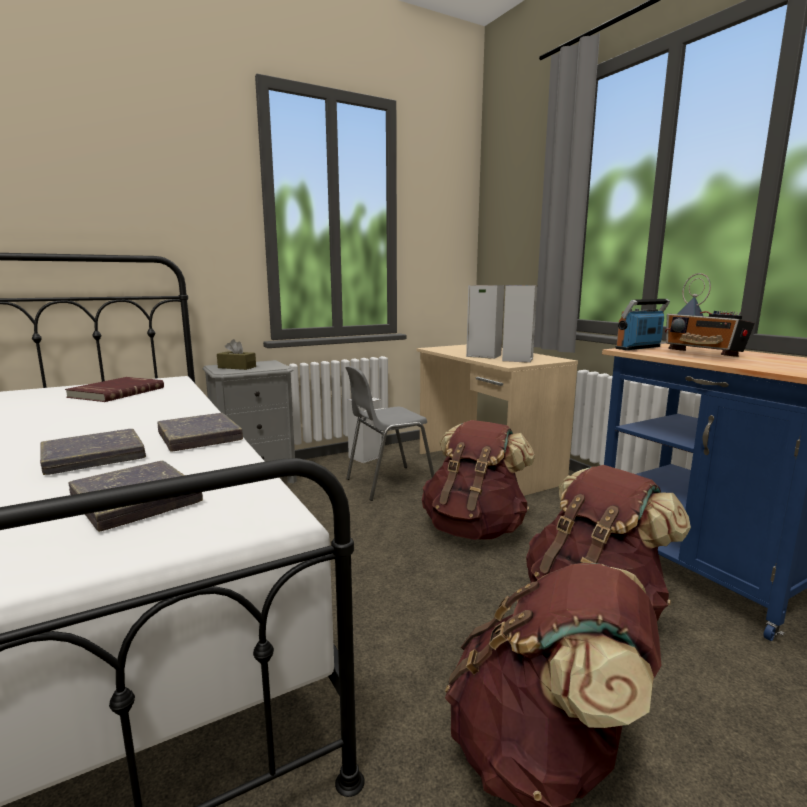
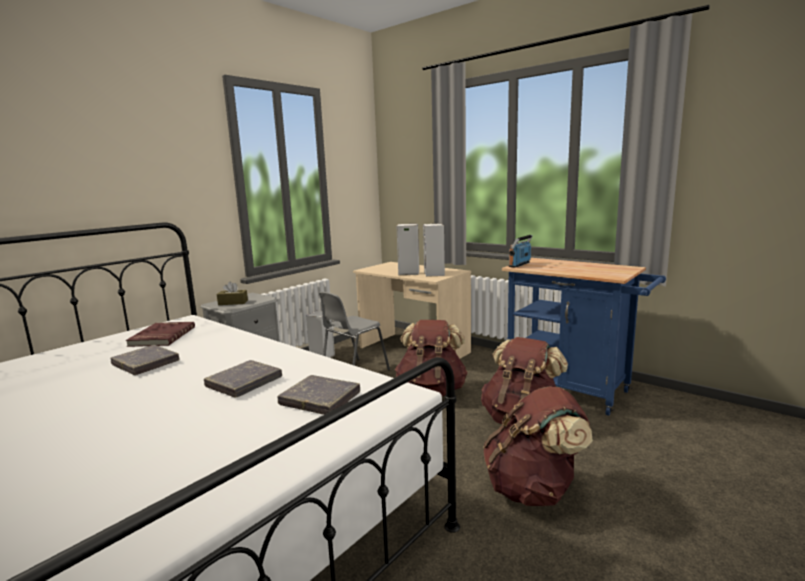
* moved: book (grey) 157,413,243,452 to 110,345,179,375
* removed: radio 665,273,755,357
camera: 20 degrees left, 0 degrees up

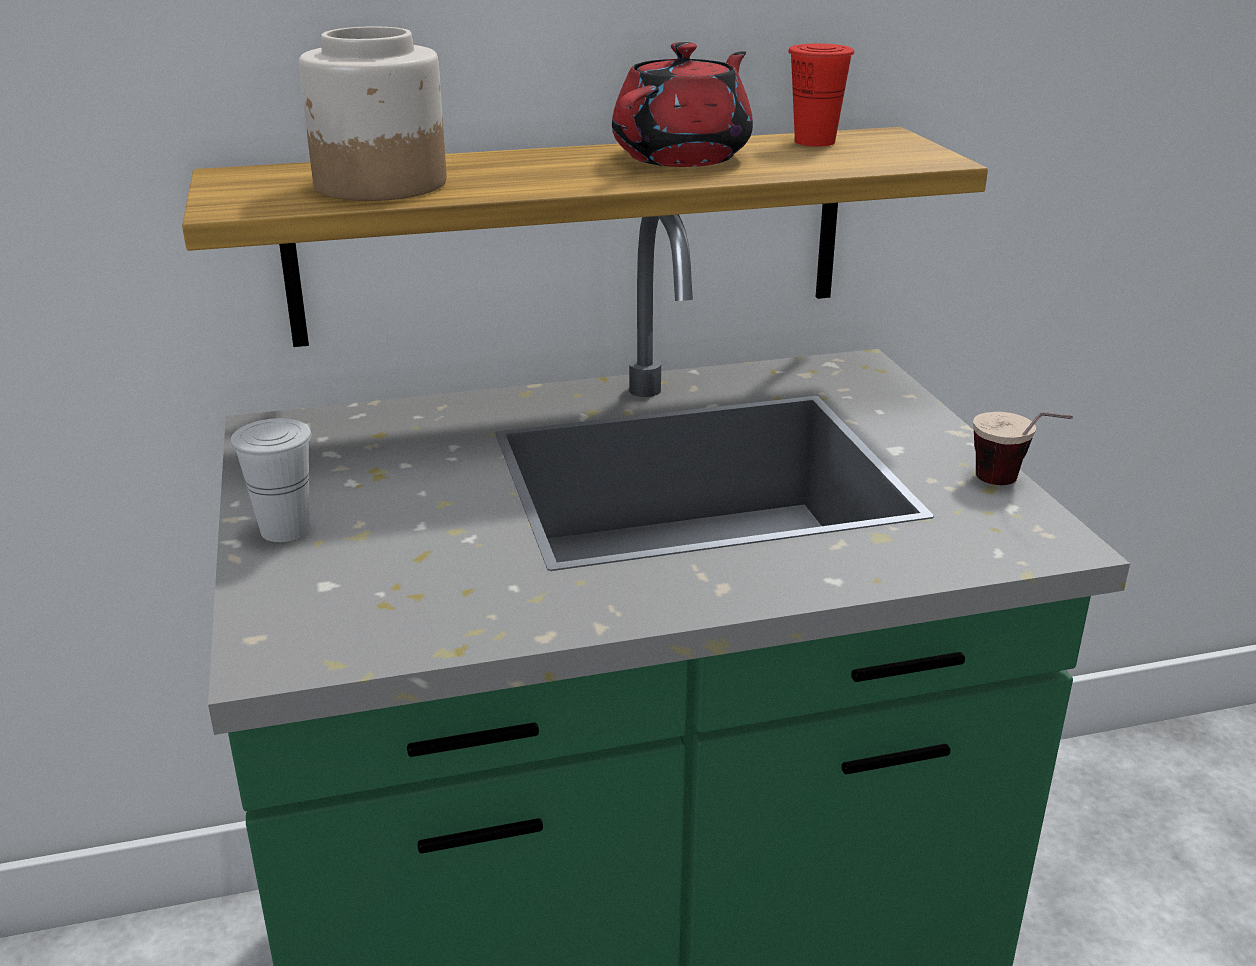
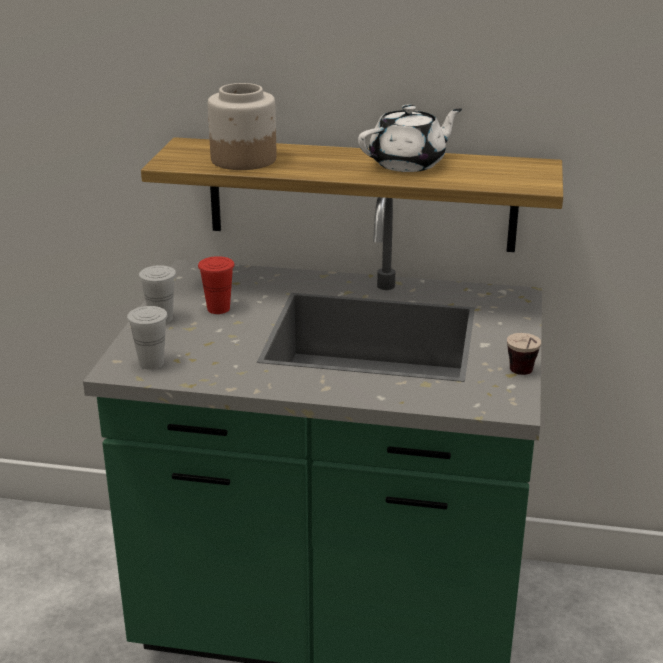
* added: cup (white) 127,306,168,370
* moved: cup (red) 788,43,854,147 to 198,256,234,314
* recoloured: teapot (red) 612,42,753,167 to teapot (white) 358,105,462,172
camera: 25 degrees right, 0 degrees up

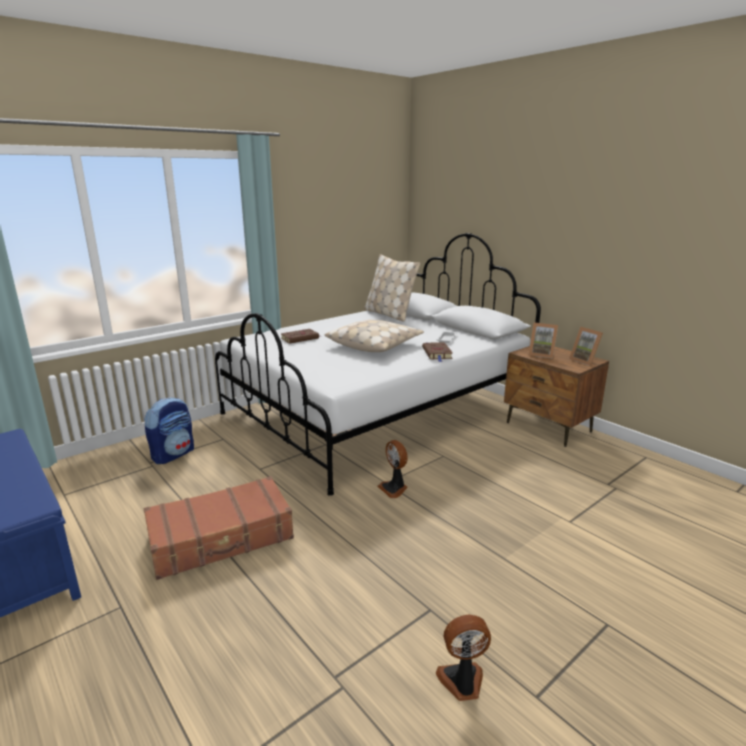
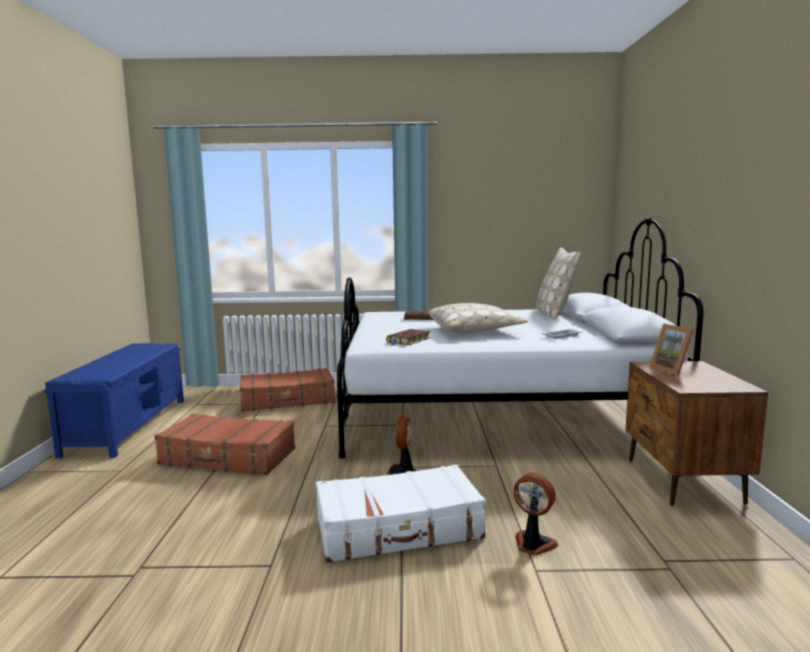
* replaced: backpack 144,397,194,464 to suitcase (brown) 240,368,335,412
* added: suitcase (white) 316,464,486,563
* moved: book (brown) 422,342,453,362 to 386,329,431,346
* moved: fan 436,615,491,701 to 513,473,558,556
* removed: picture frame 569,327,603,366
camera: 40 degrees right, 10 degrees down

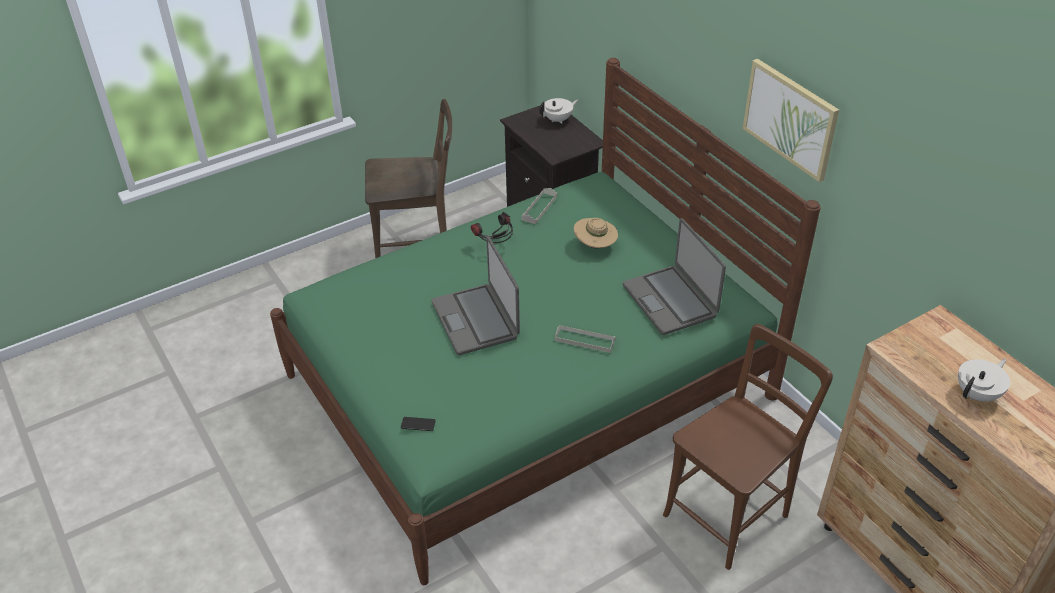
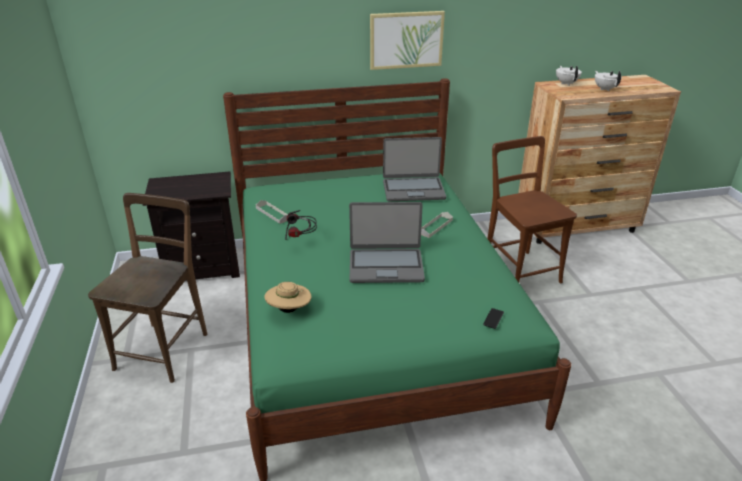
* moved: hat (beige) 574,218,618,248 to 264,282,311,313
* moved: teapot (white) 539,98,578,124 to 556,66,582,86
camera: 70 degrees left, 10 degrees down

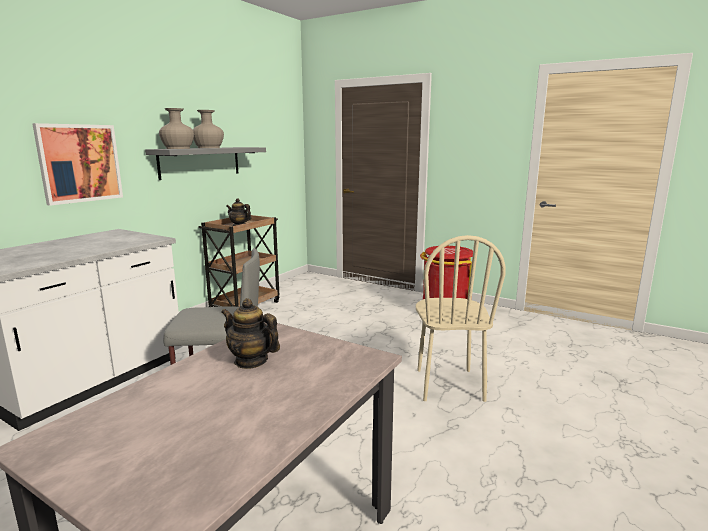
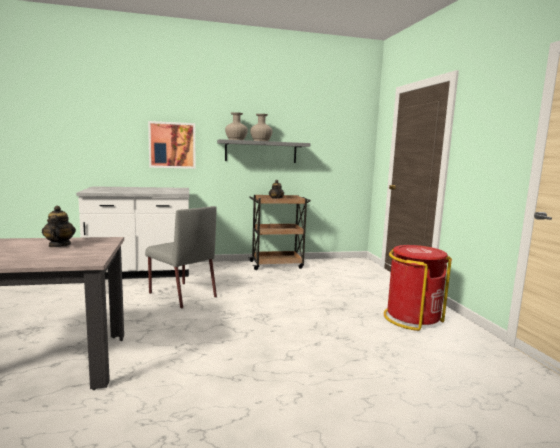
* removed: chair (beige) 416,235,505,402
camera: 45 degrees right, 5 degrees down

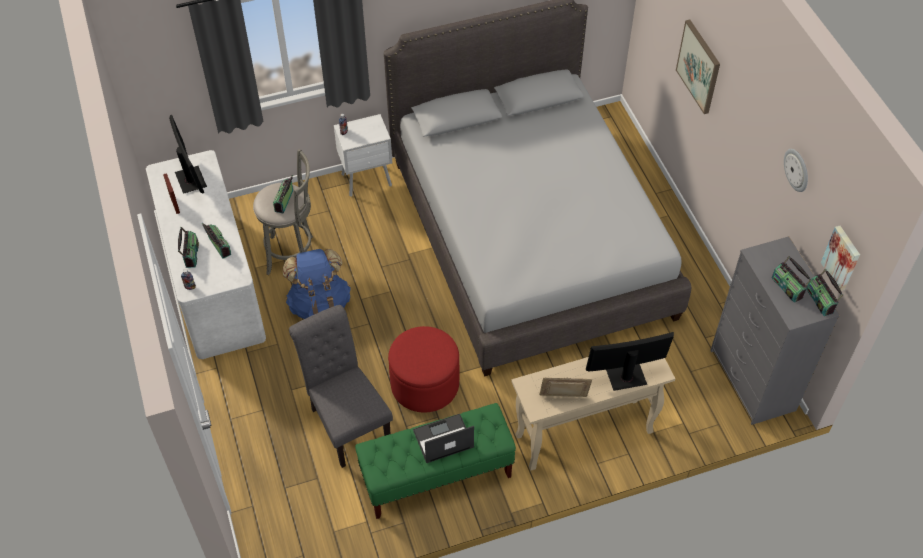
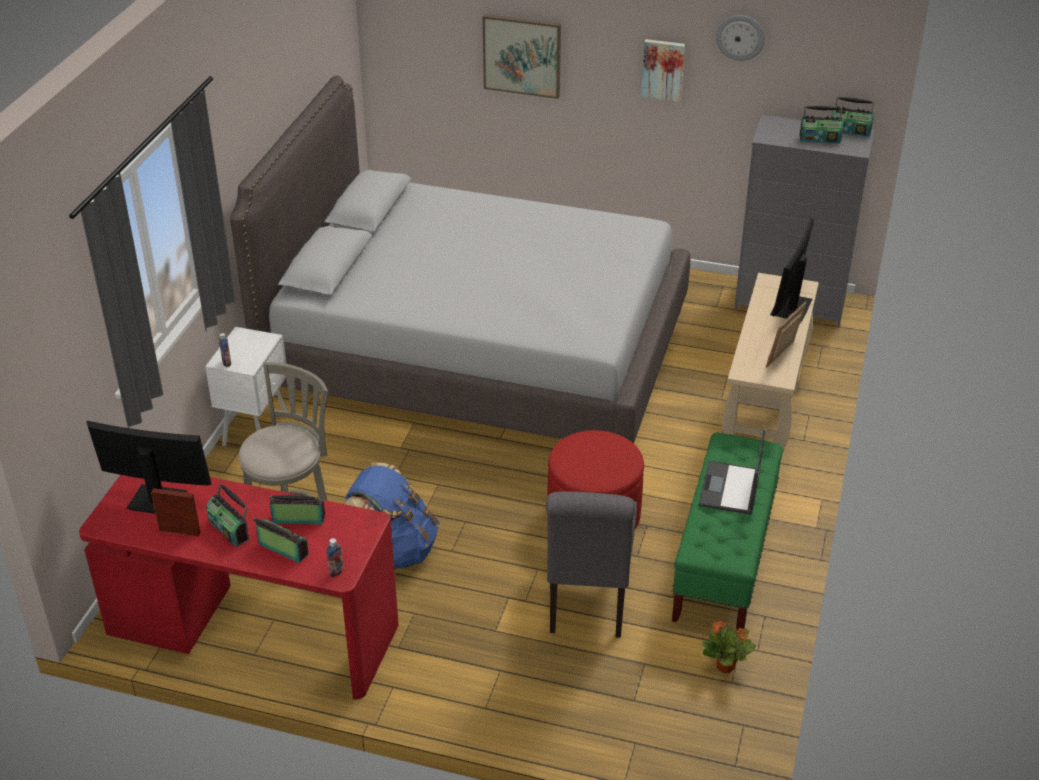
* recoloured: desk (white) 146,150,266,359 to desk (red) 79,475,399,700
* moved: radio 273,175,293,214 to 206,483,249,547
* turned: chair (grey) 289,305,393,468 = 546,491,637,638 90 degrees counterclockwise
* moved: picture 821,226,860,291 to 641,39,685,102
* added: potted plant 702,620,756,673
camera: 55 degrees left, 15 degrees down

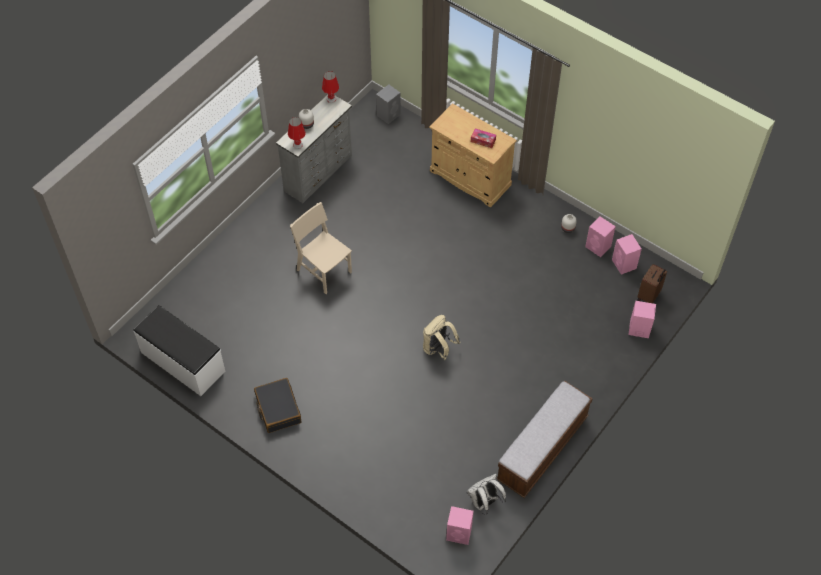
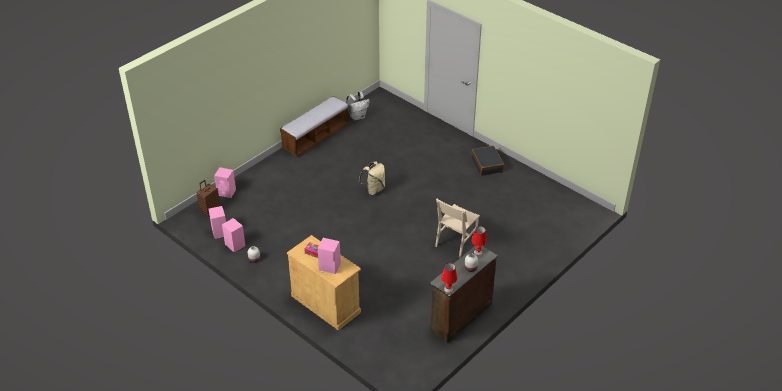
* moved: speaker (pink) 446,506,474,545 to 318,238,341,274
* recoloured: dresser (grey) 276,95,352,203 to dresser (brown) 430,246,498,343
* turned: chair (beige) 290,202,352,294 = 435,199,480,257 75 degrees clockwise
* removed: bench (white) 134,305,225,396
* removed: speaker (grey) 376,84,401,124
camera: 175 degrees left, 15 degrees down

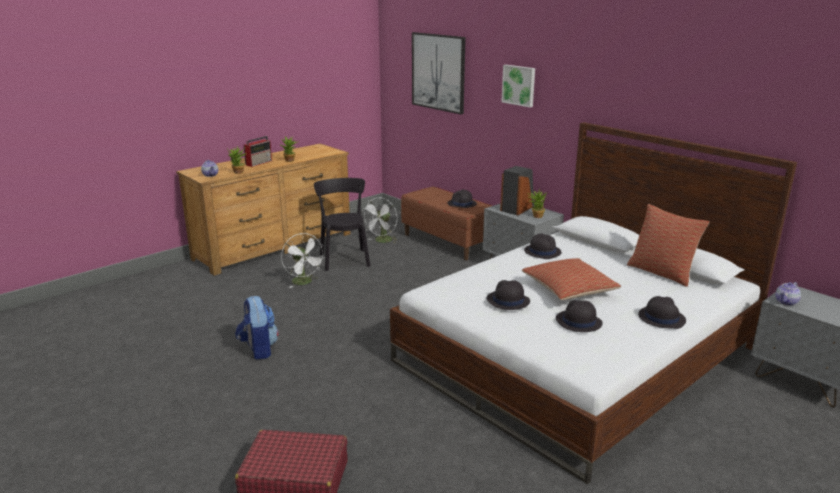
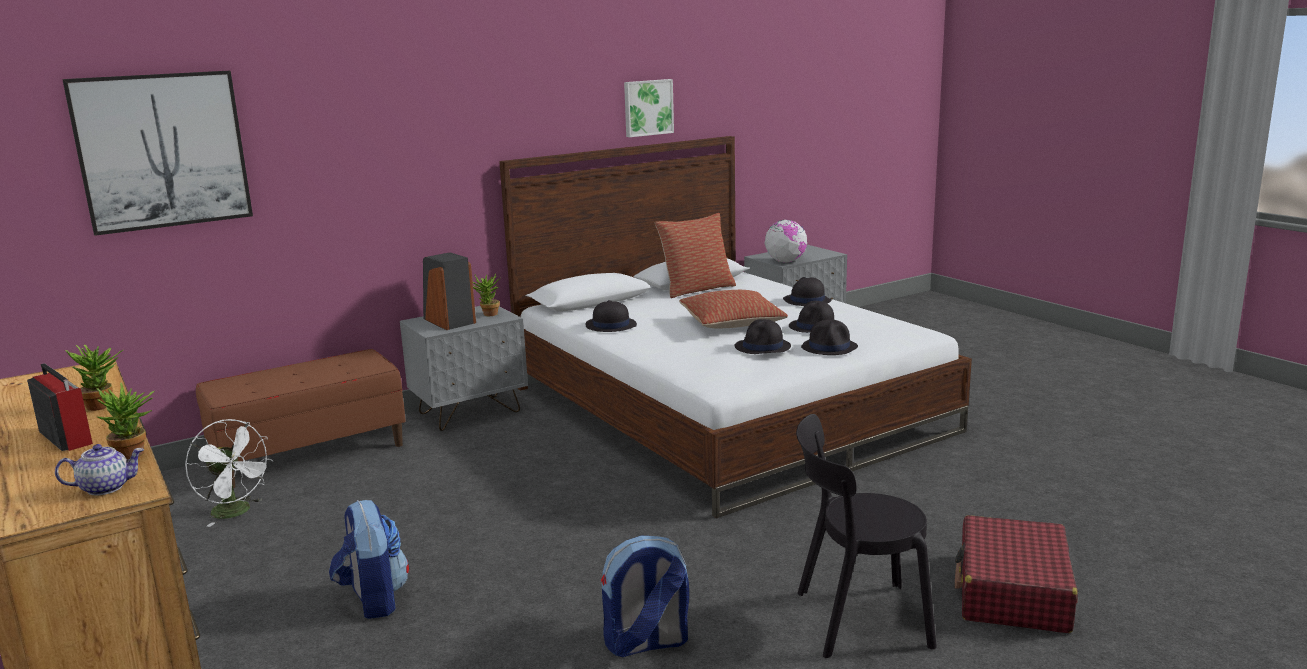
* replaced: fan (white) 281,233,325,288 to backpack 329,500,409,619
* moved: picture 501,65,535,107 to 624,79,674,137
* replaced: teapot 775,282,801,306 to globe 764,220,807,263
* moved: chair (black) 314,178,370,271 to 796,414,937,658
* moved: hat (black) 448,190,477,208 to 801,319,858,355
camera: 80 degrees left, 5 degrees down

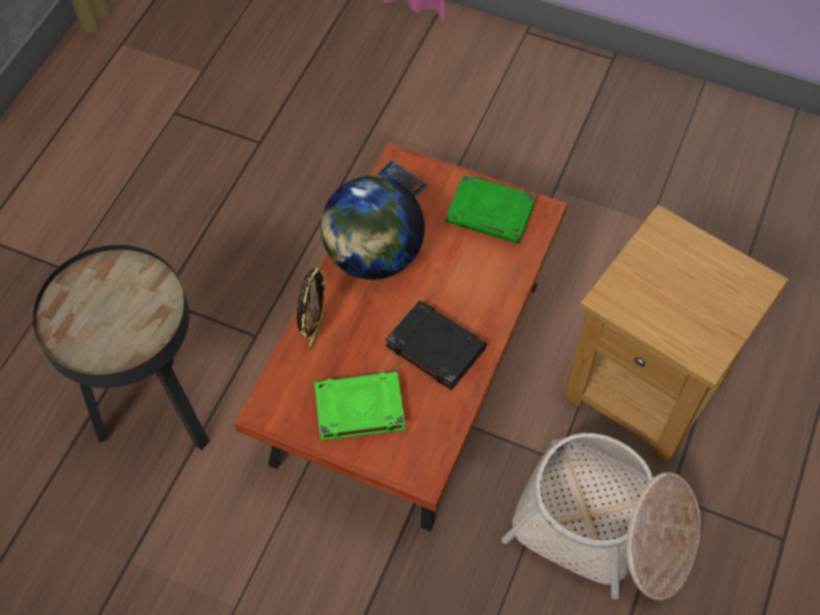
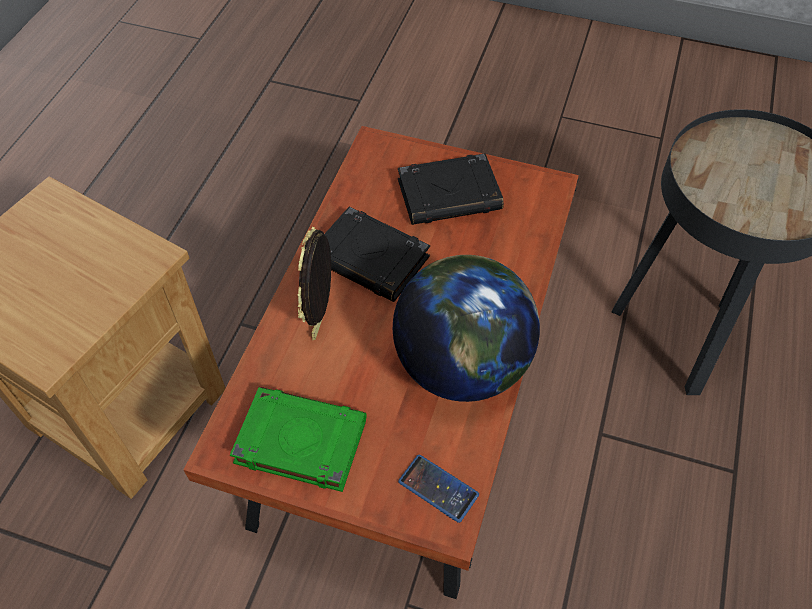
* moved: picture frame 297,268,326,349 to 297,227,331,340
* recoloured: book (green) 314,371,405,441 to book (black) 398,154,504,225
* removed: basket 501,433,701,601
camera: 175 degrees right, 5 degrees down

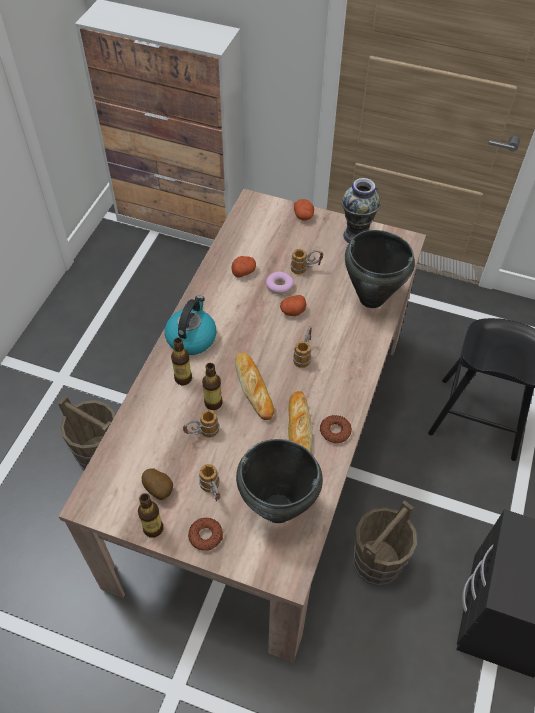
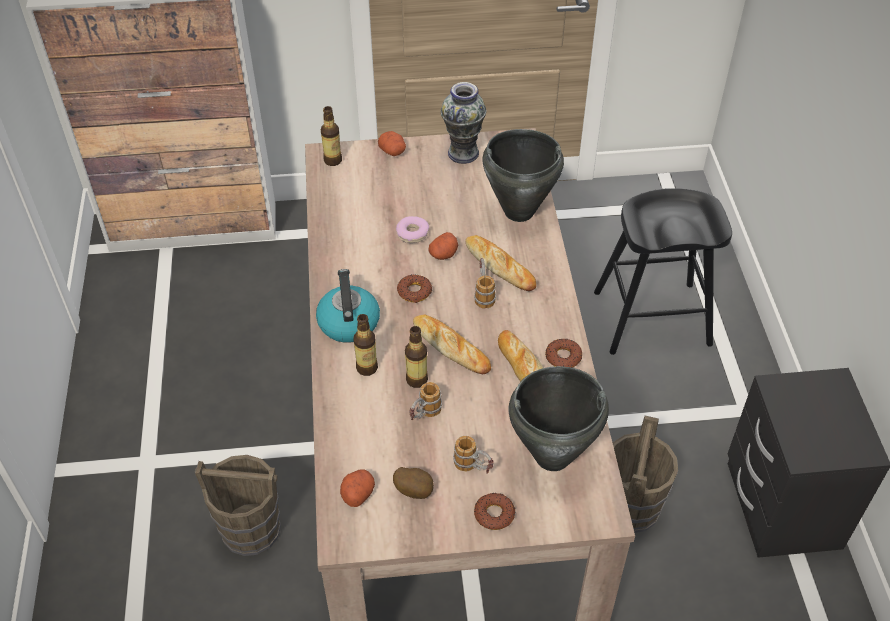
* moved: bottle 138,493,163,538 to 321,106,342,166
* moved: potato 232,256,256,278 to 340,469,375,507
* added: donut 397,275,432,303
* added: bread 465,235,536,291
* removed: mug 290,249,323,274
camera: 25 degrees left, 5 degrees down

